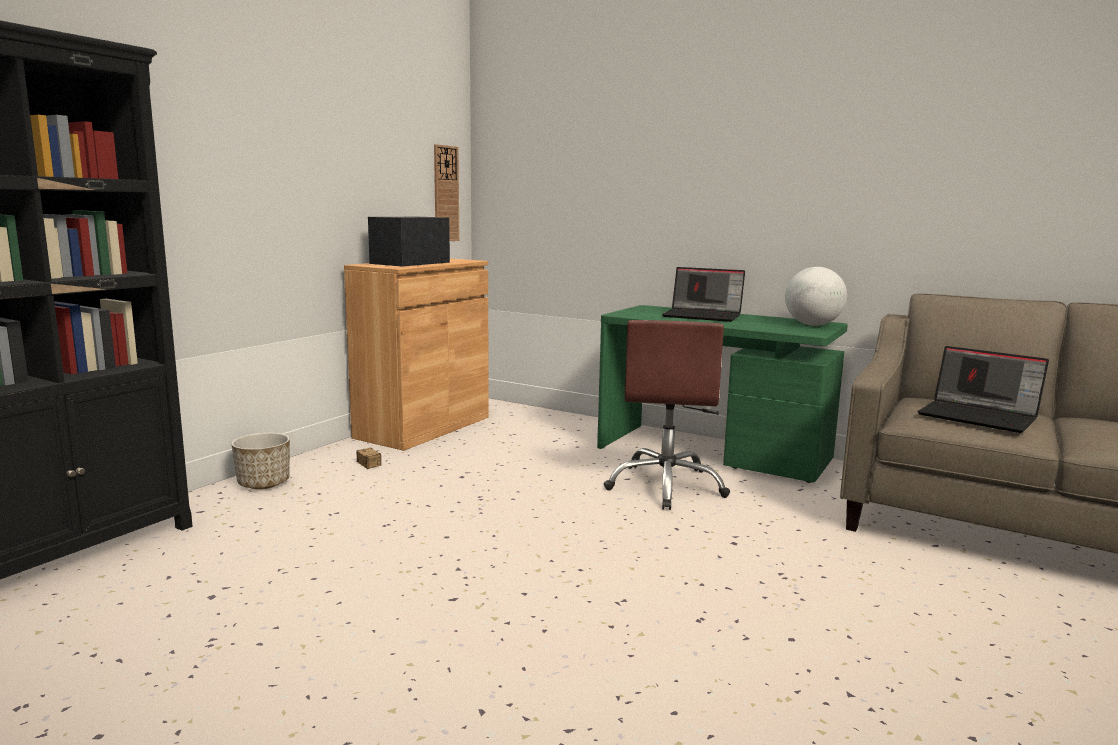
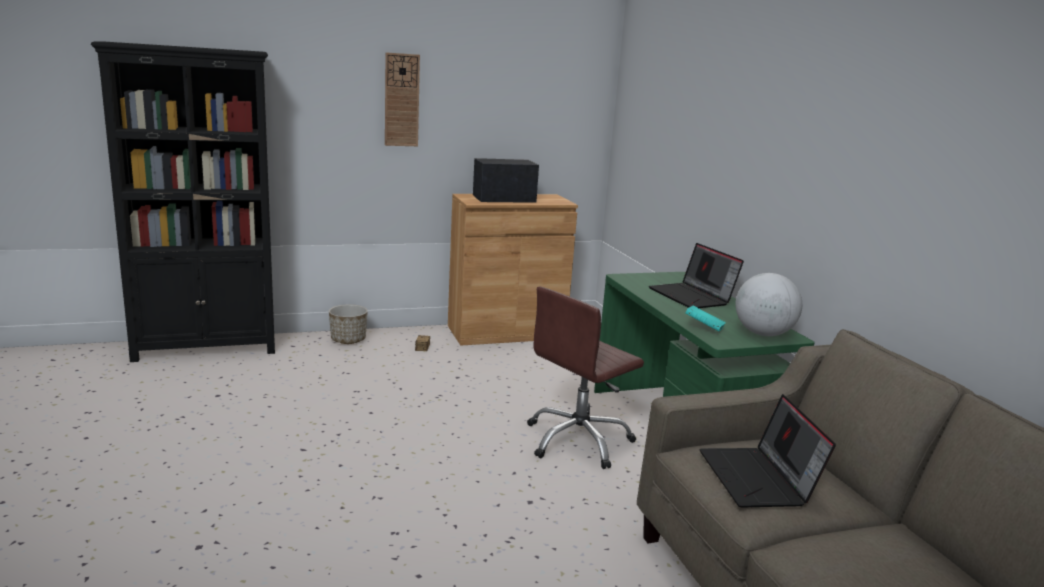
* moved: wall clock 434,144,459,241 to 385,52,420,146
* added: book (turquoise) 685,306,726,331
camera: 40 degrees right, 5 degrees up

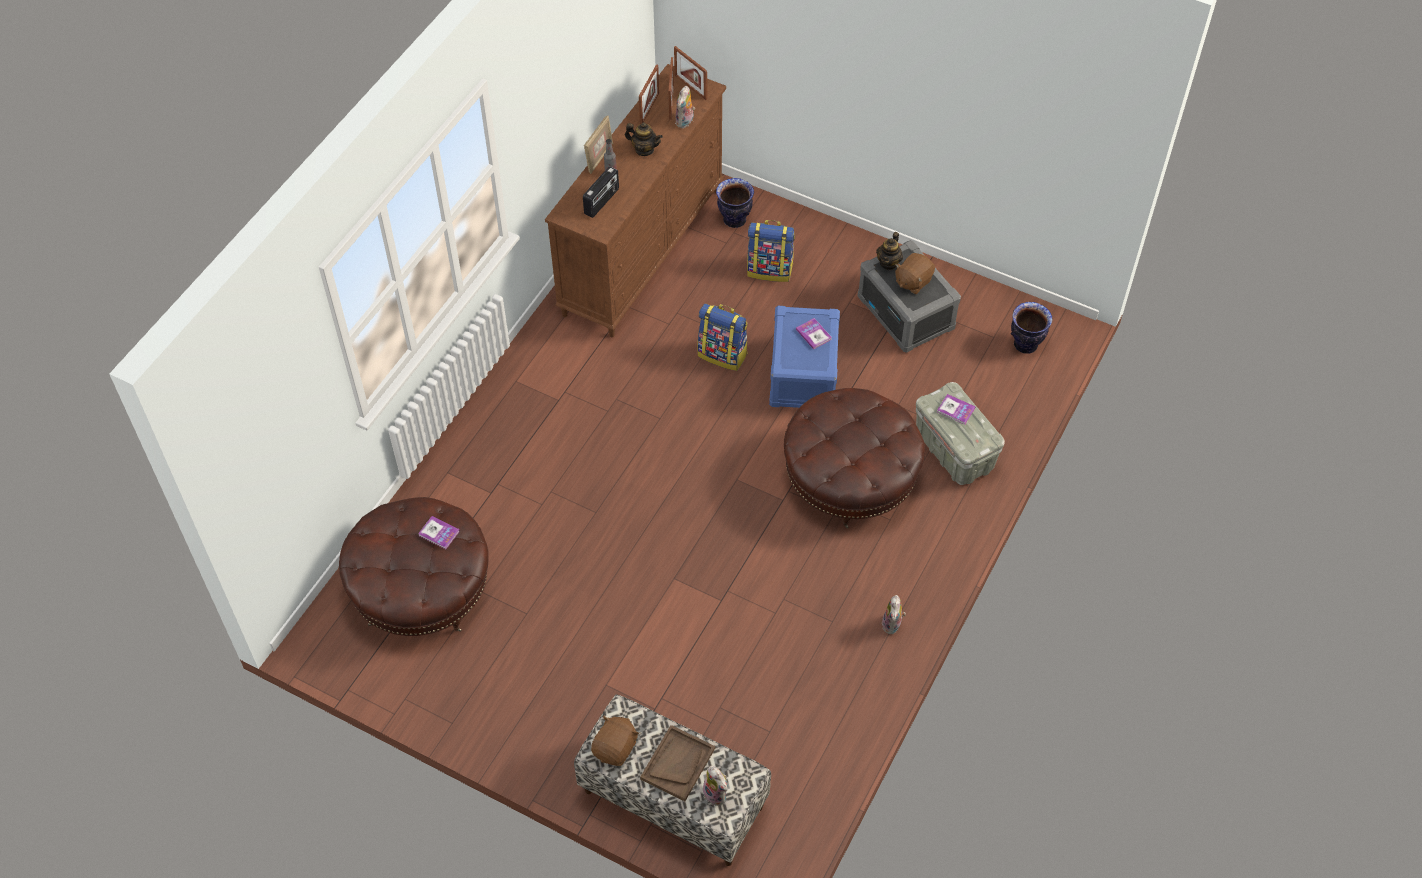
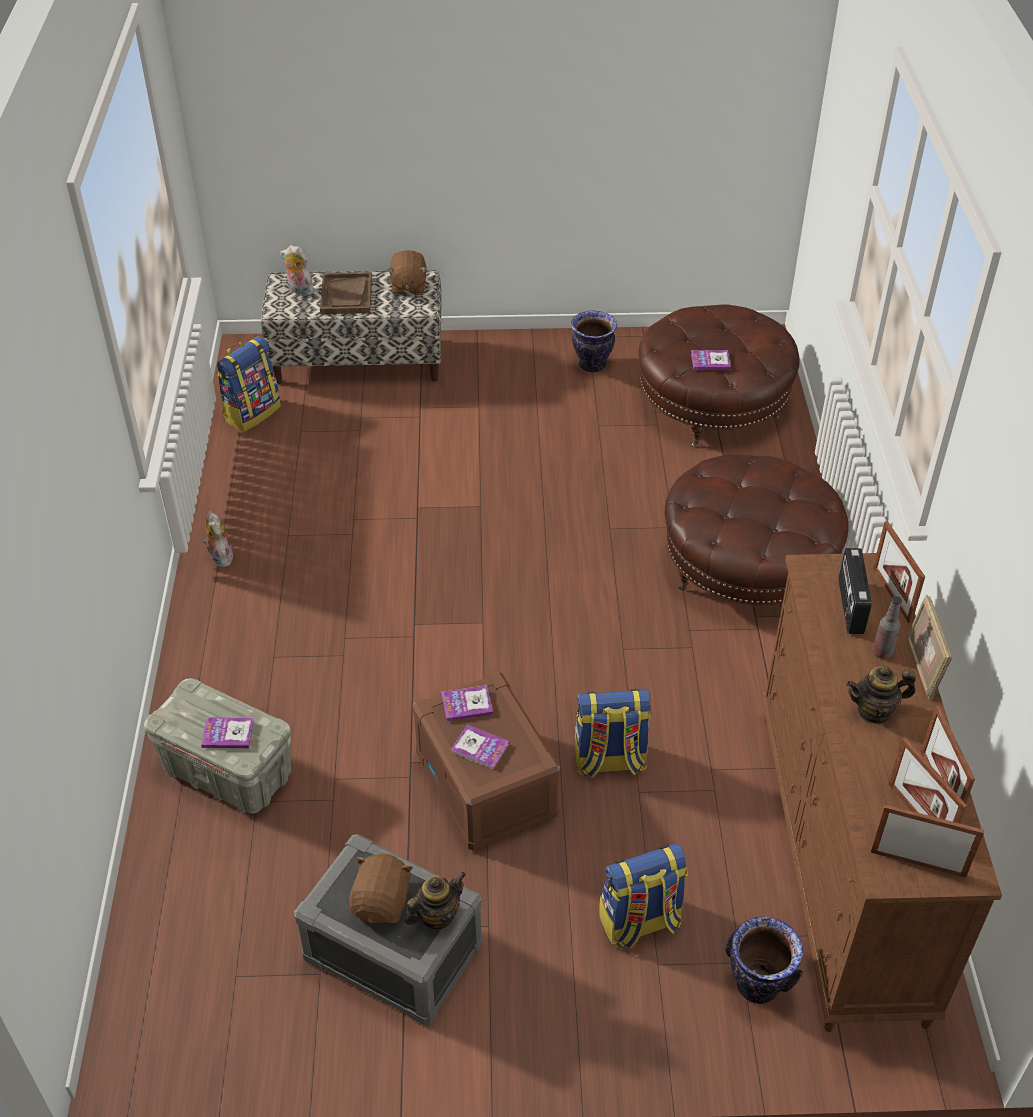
* added: backpack 216,336,281,432
* turned: teapot 876,232,903,270 = 405,872,466,929 60 degrees clockwise
* recoloured: storage box (blue) 769,306,840,408 to storage box (brown) 413,672,560,851
* added: book 442,685,493,721
* moved: vase 1011,302,1052,354 to 571,311,617,372
* moved: ottoman (brown) 784,388,925,528 to 664,454,849,605
* added: picture frame 873,521,925,623
* removed: plush toy 675,86,695,129
camera: 150 degrees right, 10 degrees down

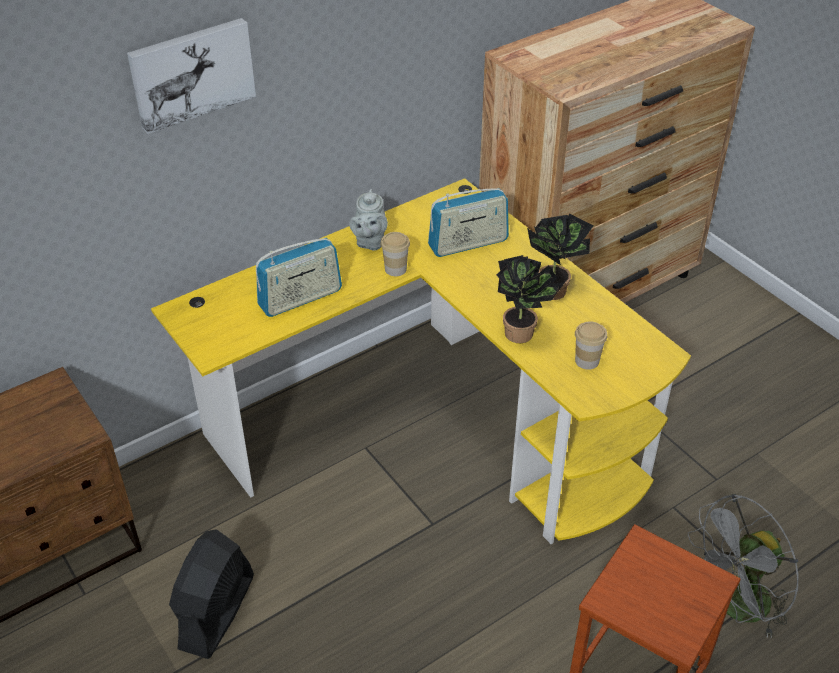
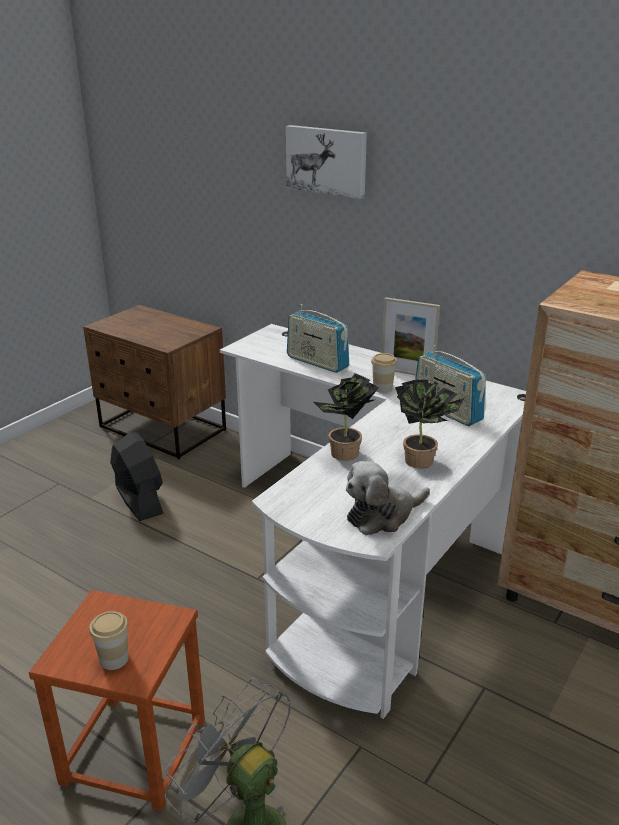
* moved: cup 575,321,607,370 to 89,611,129,670
* turned: fan (black) 169,529,254,659 = 110,432,163,521 60 degrees clockwise
* recoloured: desk (yellow) 151,178,691,544 to desk (white) 220,324,526,719
* added: plush toy 346,461,430,535
* replaced: teapot (grey) 349,189,388,250 to picture frame 382,297,440,376
camera: 70 degrees right, 15 degrees down

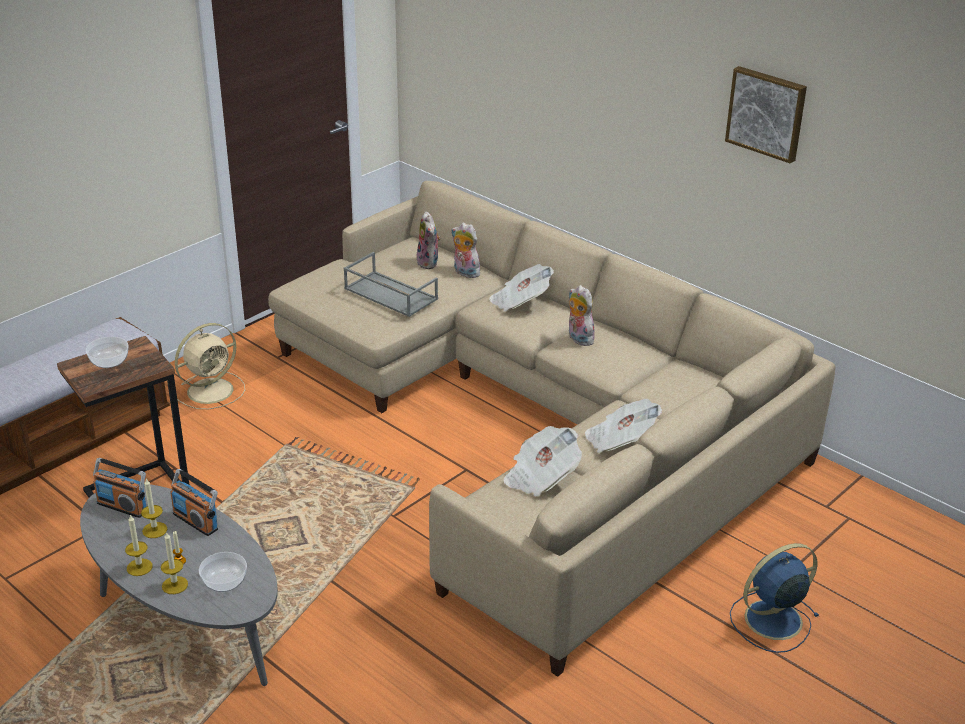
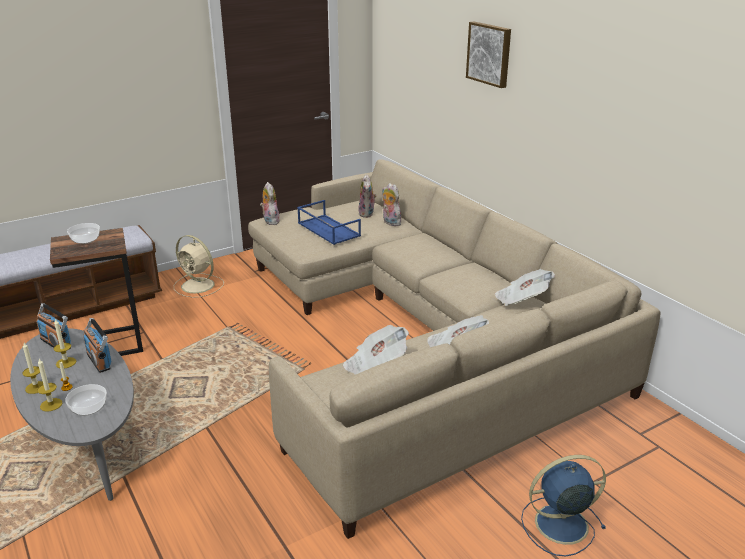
* turned: fan (beige) 175,323,245,409 = 174,235,224,298 60 degrees clockwise
* moved: plush toy 568,285,595,346 to 260,182,280,225
* recoloured: tray (grey) 343,252,438,317 to tray (blue) 297,200,361,245
* moved: picture 725,66,807,163 to 466,22,511,88
* moved: newspaper 489,264,554,312 to 495,269,555,306
camera: 15 degrees right, 5 degrees down

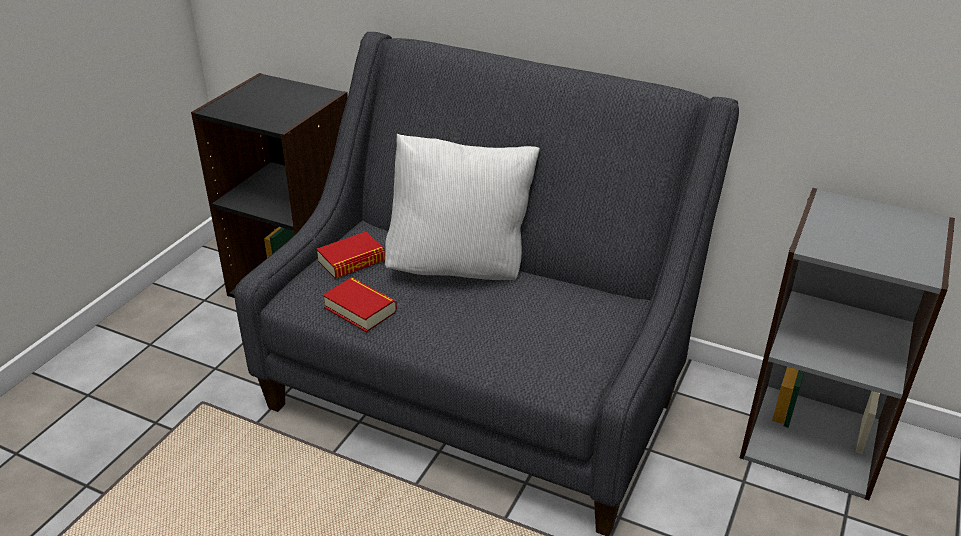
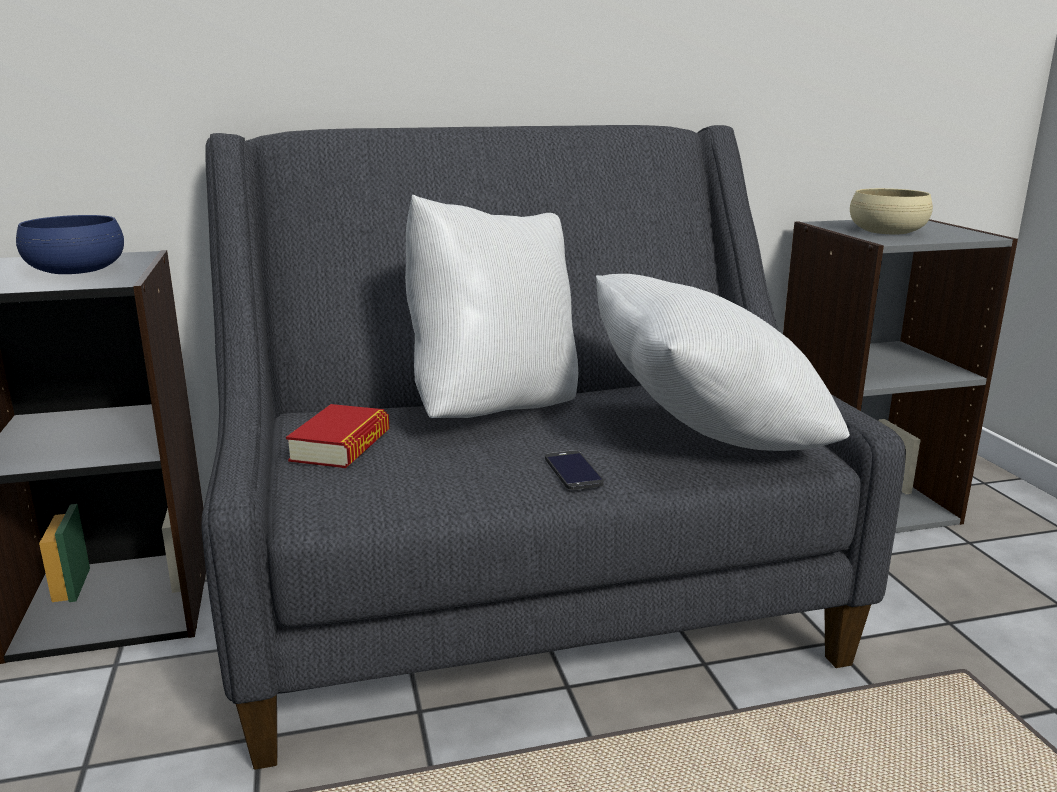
* added: bowl (blue) 16,215,124,274
* added: phone 545,450,604,490
* added: pillow (white) 596,274,850,451
* added: bowl (beige) 850,188,933,234
* removed: book 323,277,397,332
camera: 40 degrees left, 15 degrees down

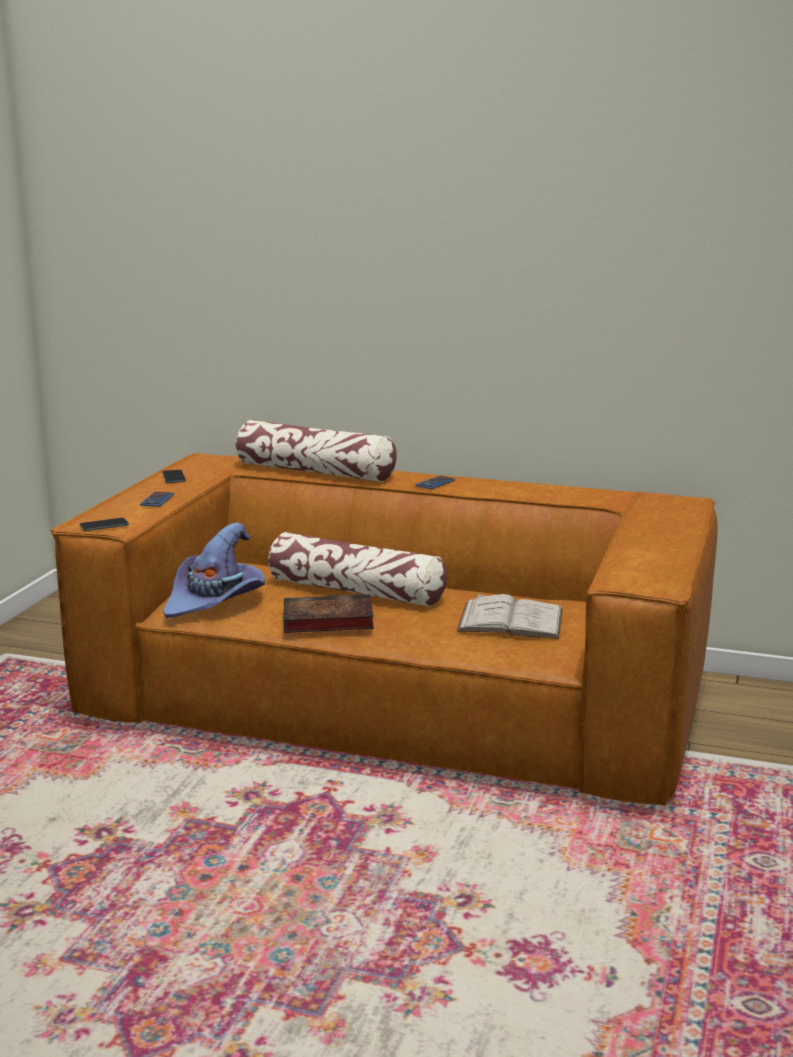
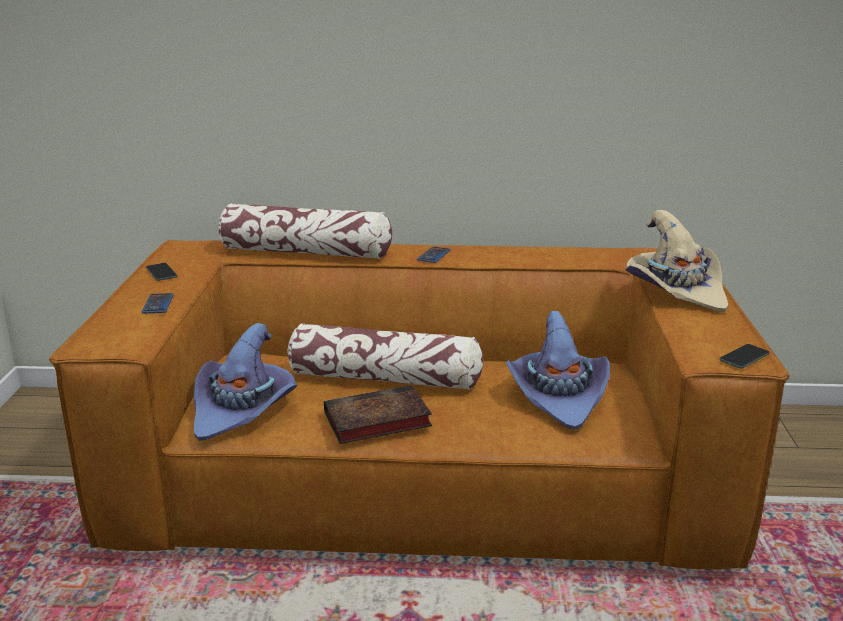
* replaced: book (white) 457,594,563,639 to hat (purple) 506,311,610,430
* added: hat (beige) 625,210,728,312
* moved: phone 79,518,129,531 to 719,344,770,369
camera: 15 degrees left, 5 degrees up

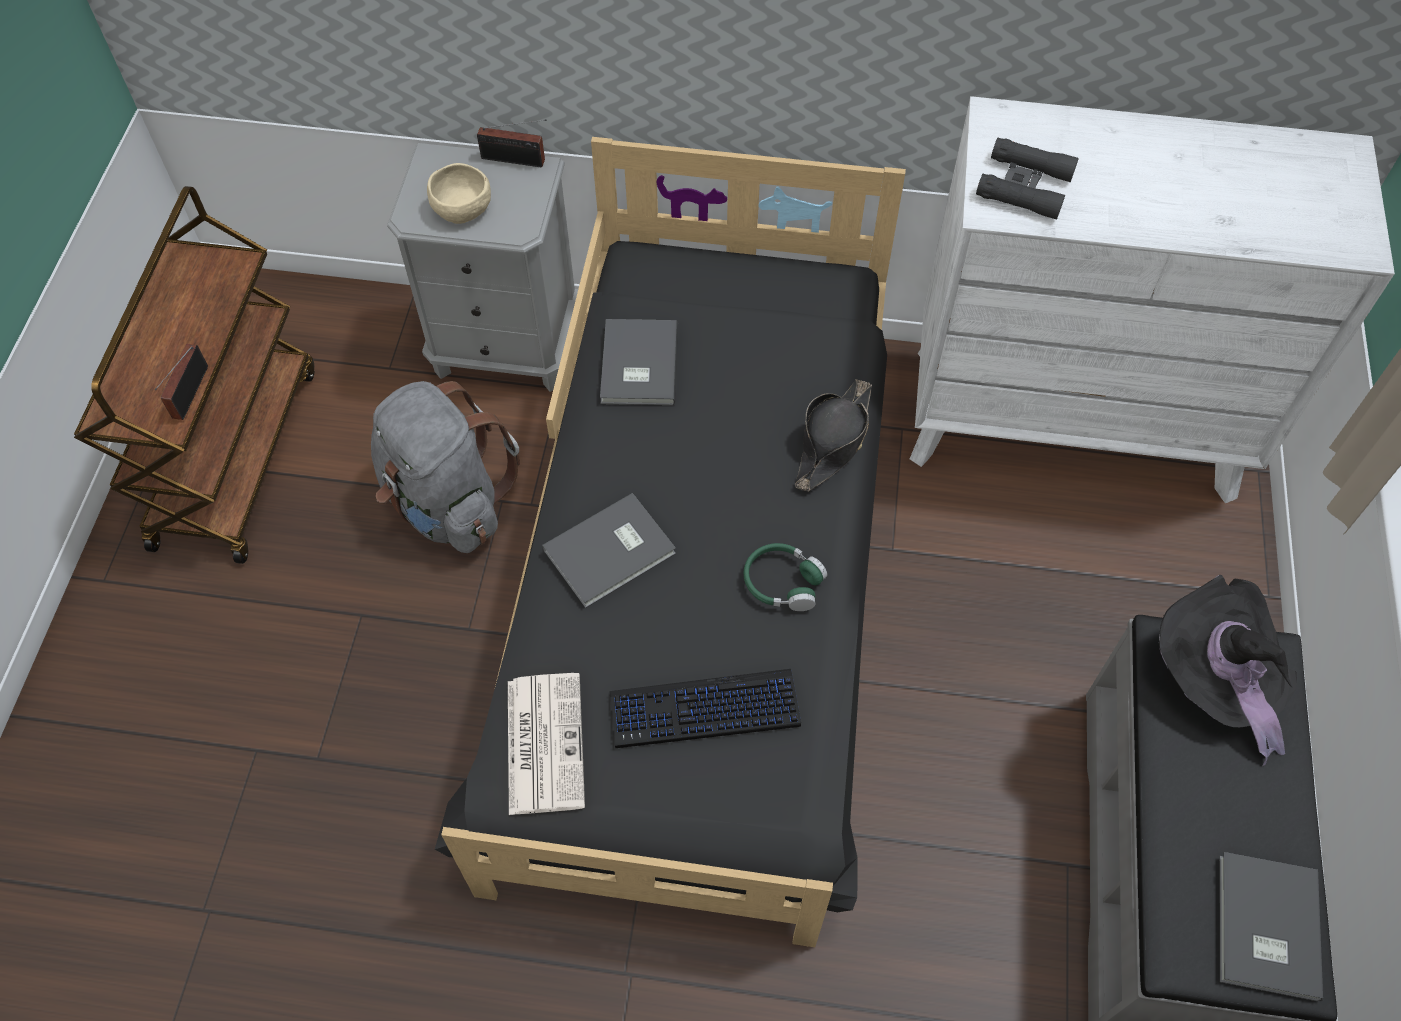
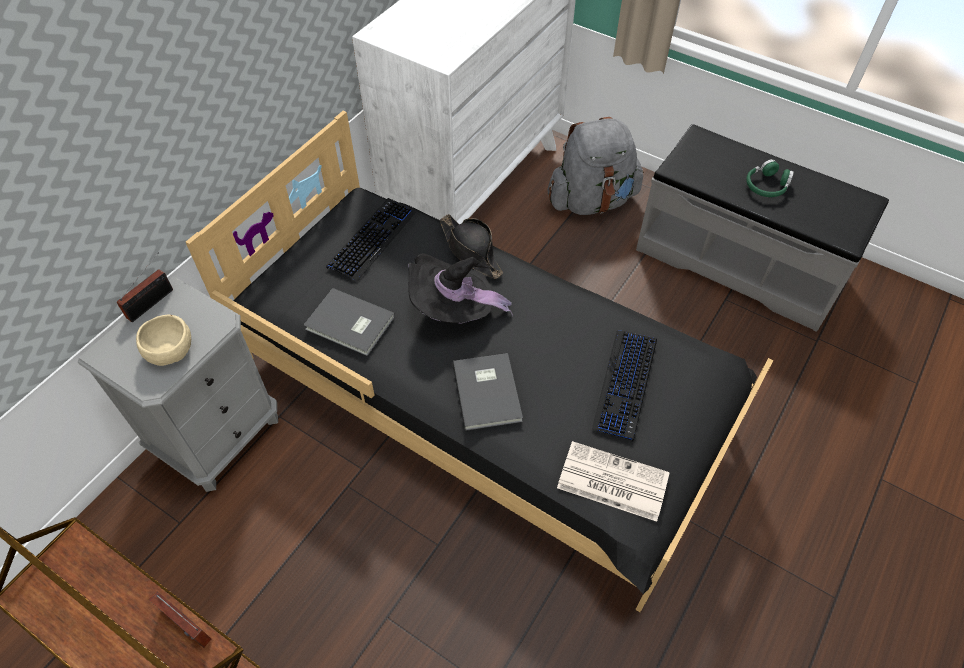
* added: keyboard 326,198,417,282
* moved: hat (black) 1159,575,1297,766 to 408,253,513,323
* moved: backpack (grey) 371,381,520,553 to 547,117,644,215
* moved: headphones (green) 744,543,827,611 to 746,159,794,197
* removed: binoculars (black) 976,138,1079,220
* removed: book (grey) 1219,852,1323,1001
camera: 65 degrees left, 5 degrees down

